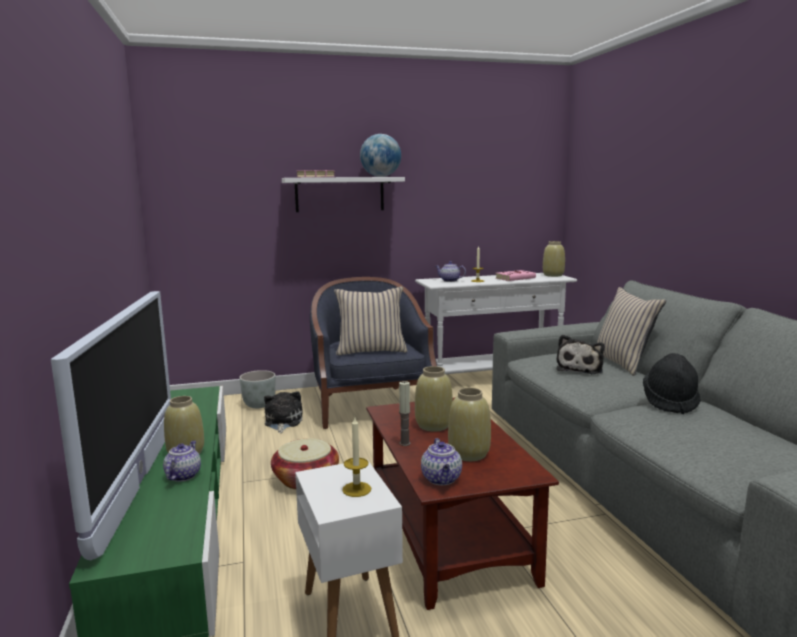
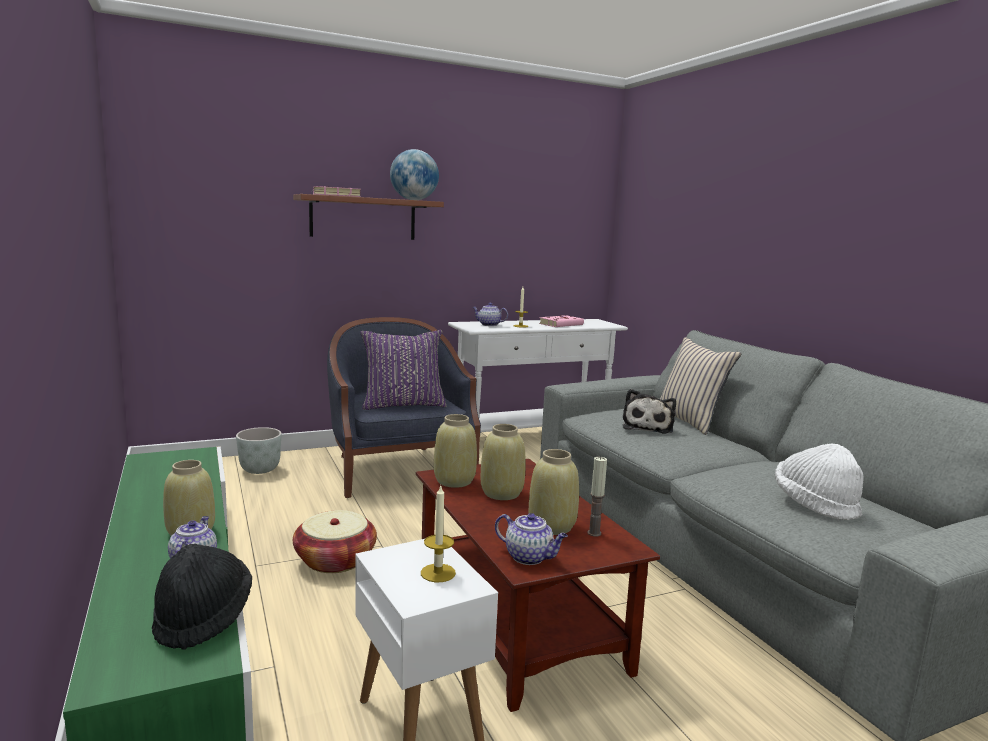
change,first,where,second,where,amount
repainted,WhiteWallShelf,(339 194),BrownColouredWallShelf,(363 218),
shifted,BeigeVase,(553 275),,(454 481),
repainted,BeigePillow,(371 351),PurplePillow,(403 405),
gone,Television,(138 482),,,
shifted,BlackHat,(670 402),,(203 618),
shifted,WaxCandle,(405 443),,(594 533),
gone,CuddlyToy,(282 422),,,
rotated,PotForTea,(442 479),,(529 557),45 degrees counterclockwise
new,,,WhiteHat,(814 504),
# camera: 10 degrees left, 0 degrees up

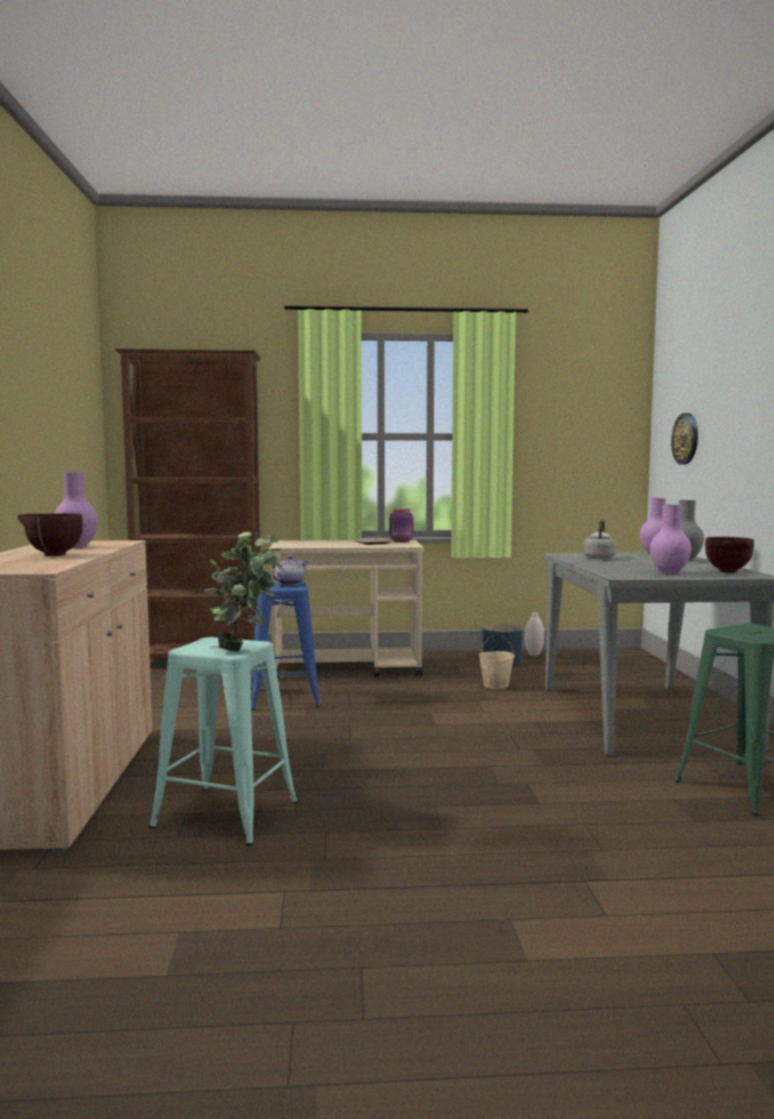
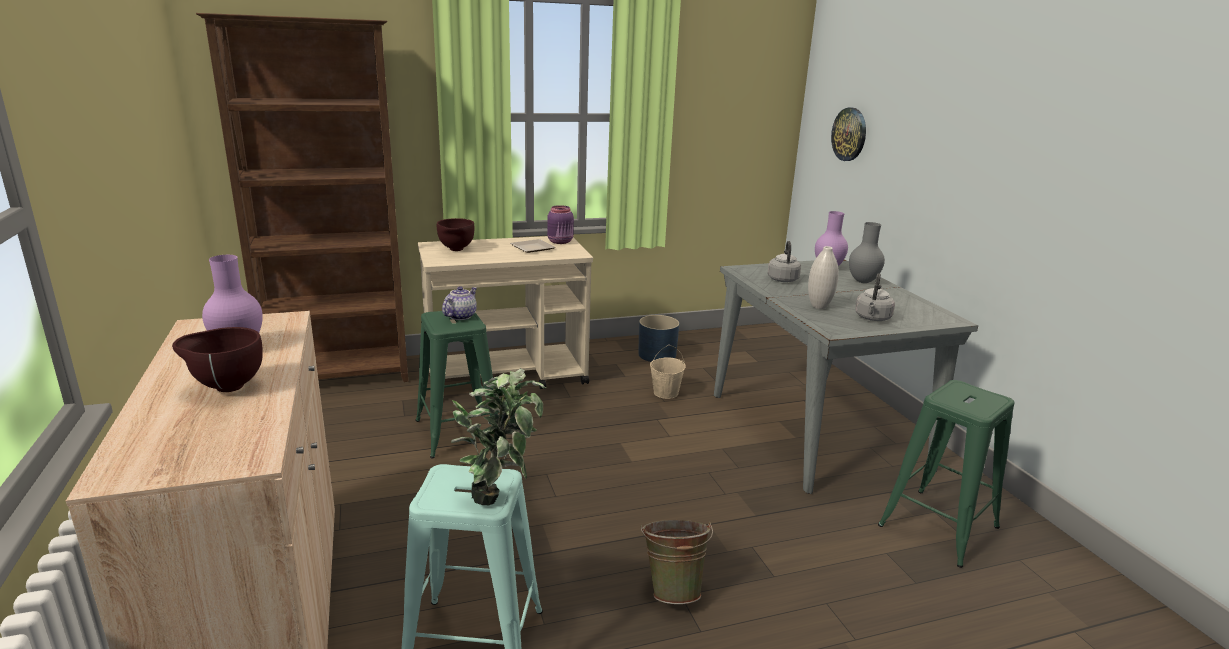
change,first,where,second,where,amount
swapped,PurpleVase,(669 573),GreyWaterKettle,(872 318),
shifted,BrownColouredBowl,(728 572),,(456 250),
repainted,BlueColouredSittingStool,(284 697),GreenSittingStool,(458 432),
shifted,WhiteVase,(534 655),,(819 306),
new,,,GreenBucket,(673 589),
# camera: 15 degrees left, 15 degrees up

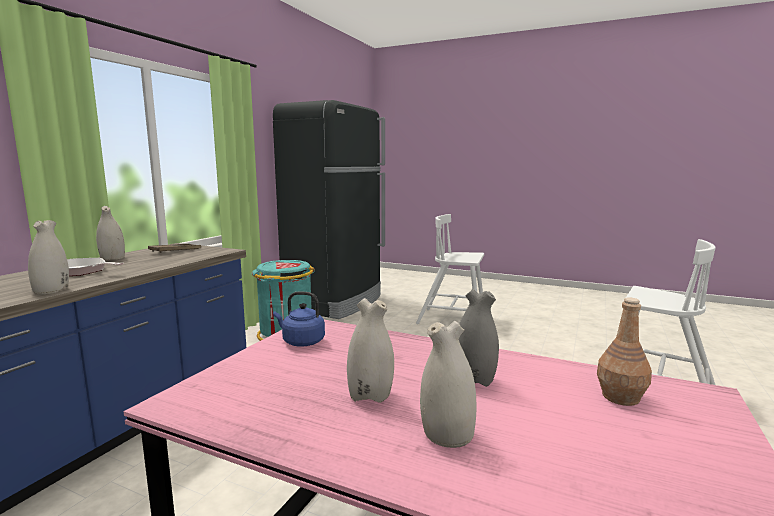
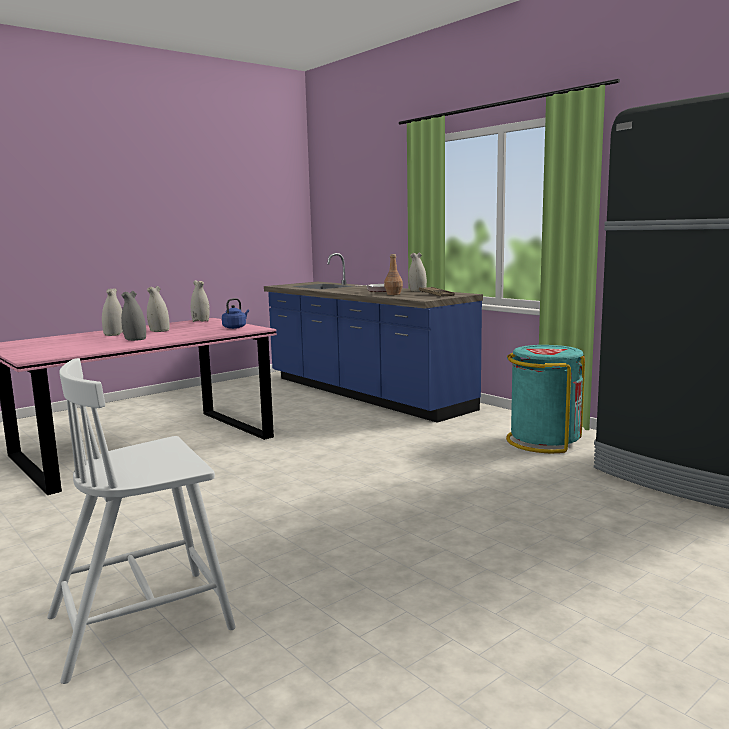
change,first,where,second,where,amount
gone,WhiteChair,(453 319),,,
shifted,WhiteVase,(52 290),,(201 321),
shifted,BrownColouredBottle,(621 397),,(393 294),
# camera: 115 degrees right, 0 degrees up

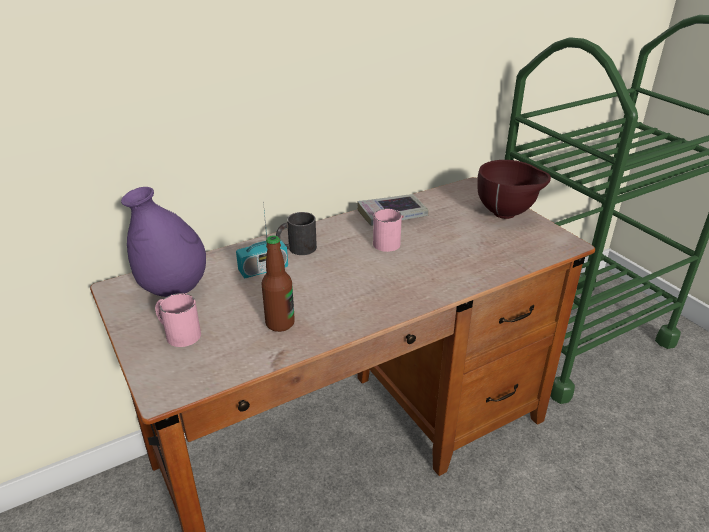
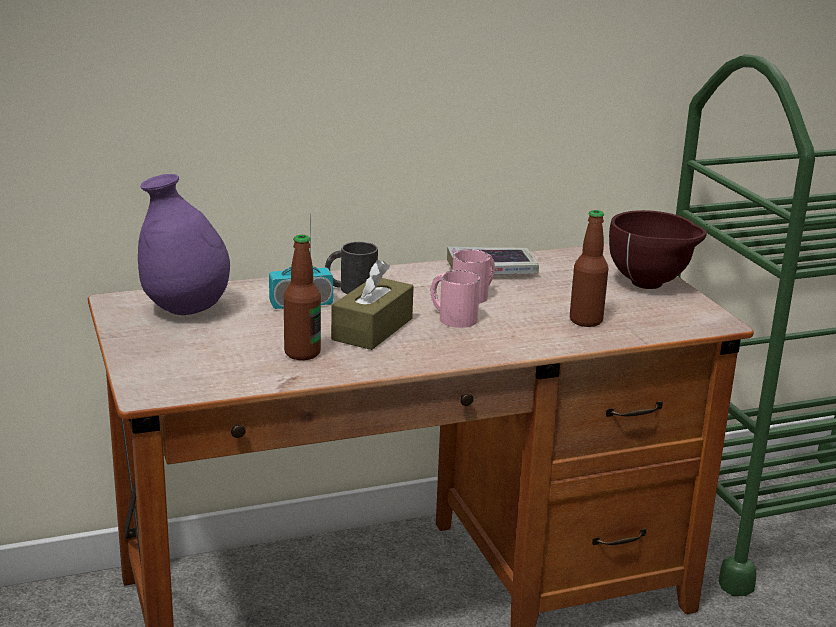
change,first,where,second,where,amount
shifted,PinkColouredCoffeeMug,(178 333),,(451 317),
new,,,Bottle,(586 321),
new,,,BrownColouredTissueHolder,(372 329),
# camera: 10 degrees right, 10 degrees down

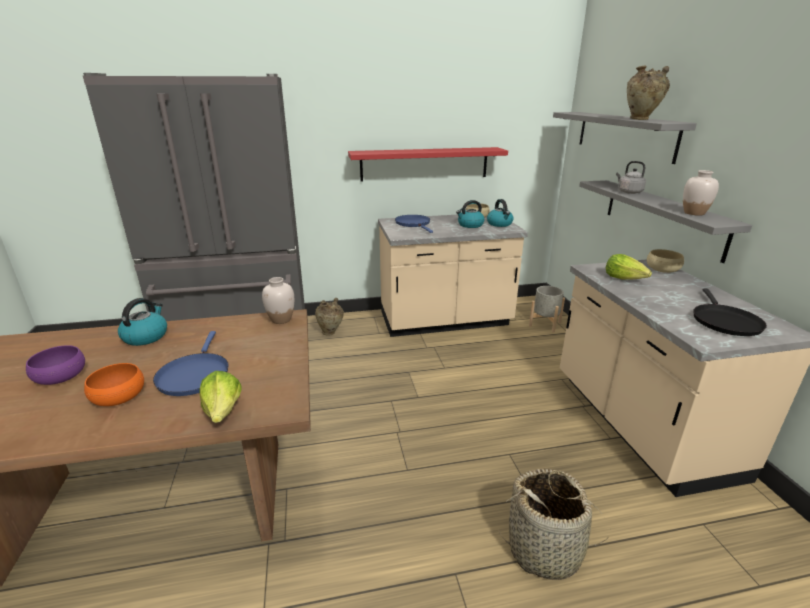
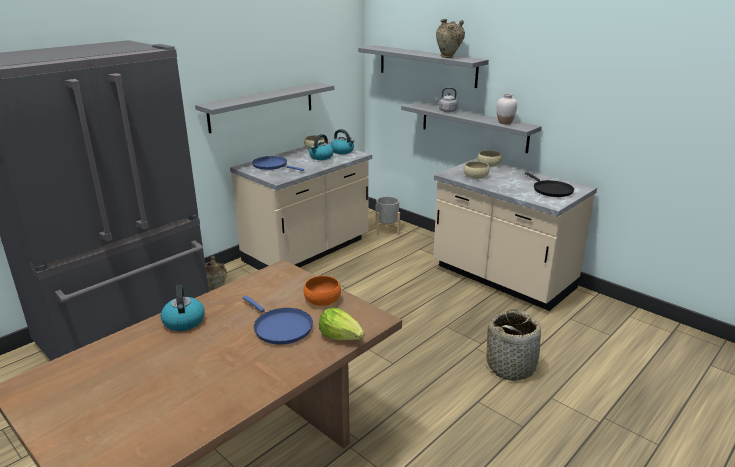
change,first,where,second,where,amount
repainted,ReddishWallShelf,(424 164),GreyWallShelf,(262 106),
swapped,LettuceHead,(624 278),BeigeBowl,(475 176),
gone,WhiteVase,(281 320),,,
gone,PurpleBowl,(60 376),,,
shifted,OrangeBowl,(119 396),,(322 300),
# camera: 35 degrees left, 0 degrees up

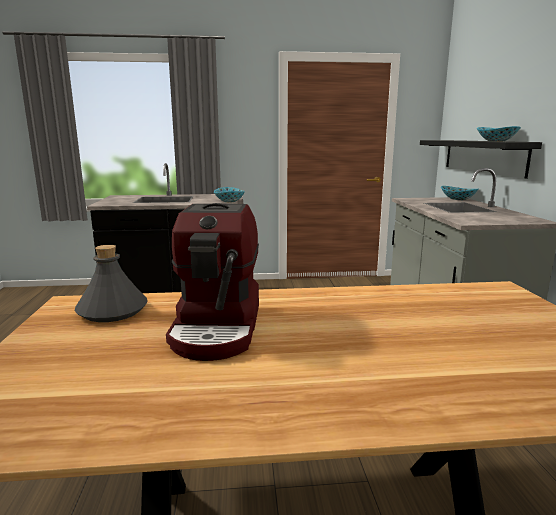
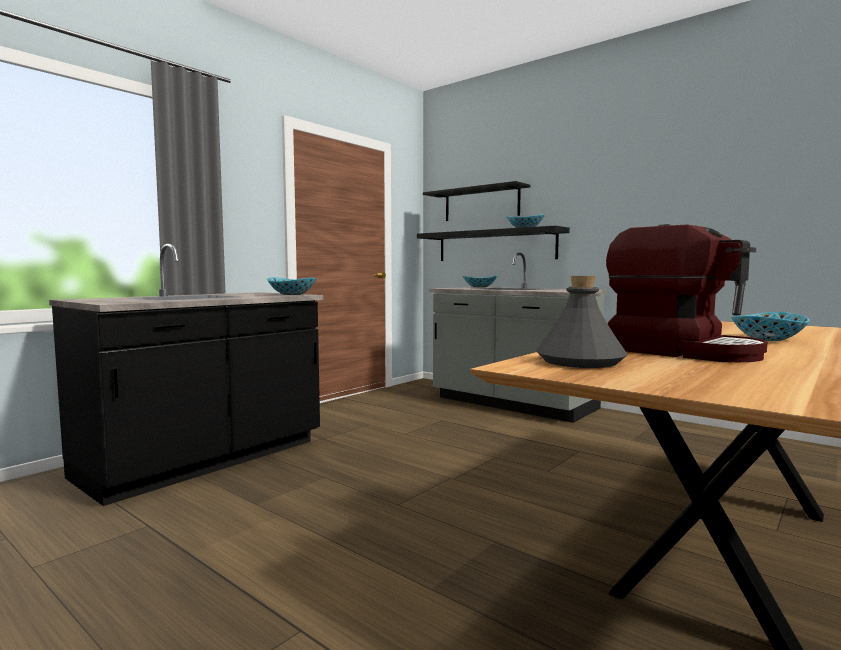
change,first,where,second,where,amount
new,,,BlackWallShelf,(481 204),
new,,,Bowl,(769 339),
# camera: 45 degrees left, 10 degrees down

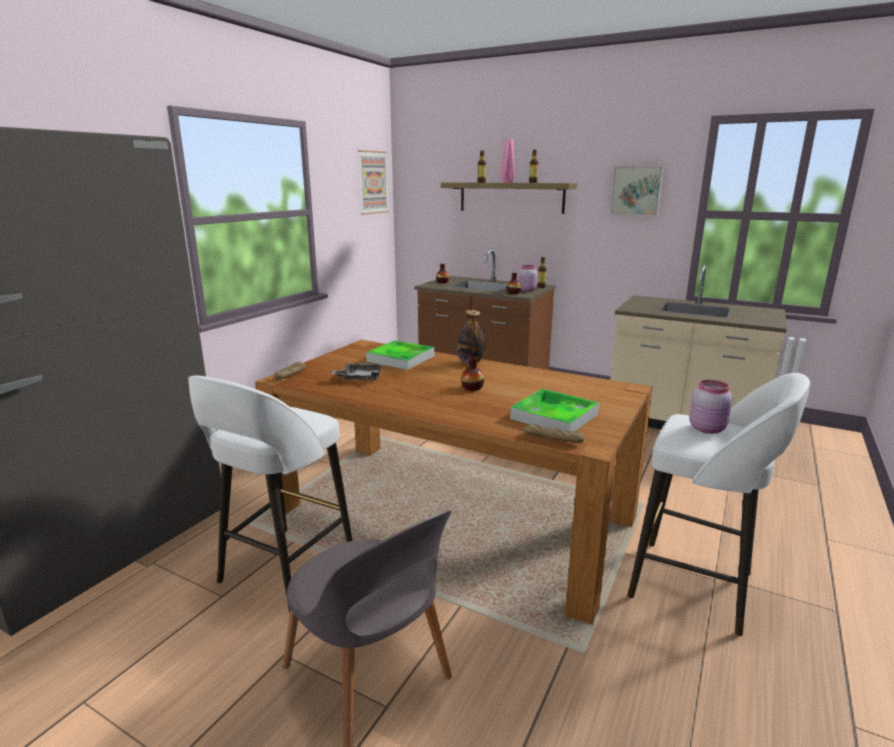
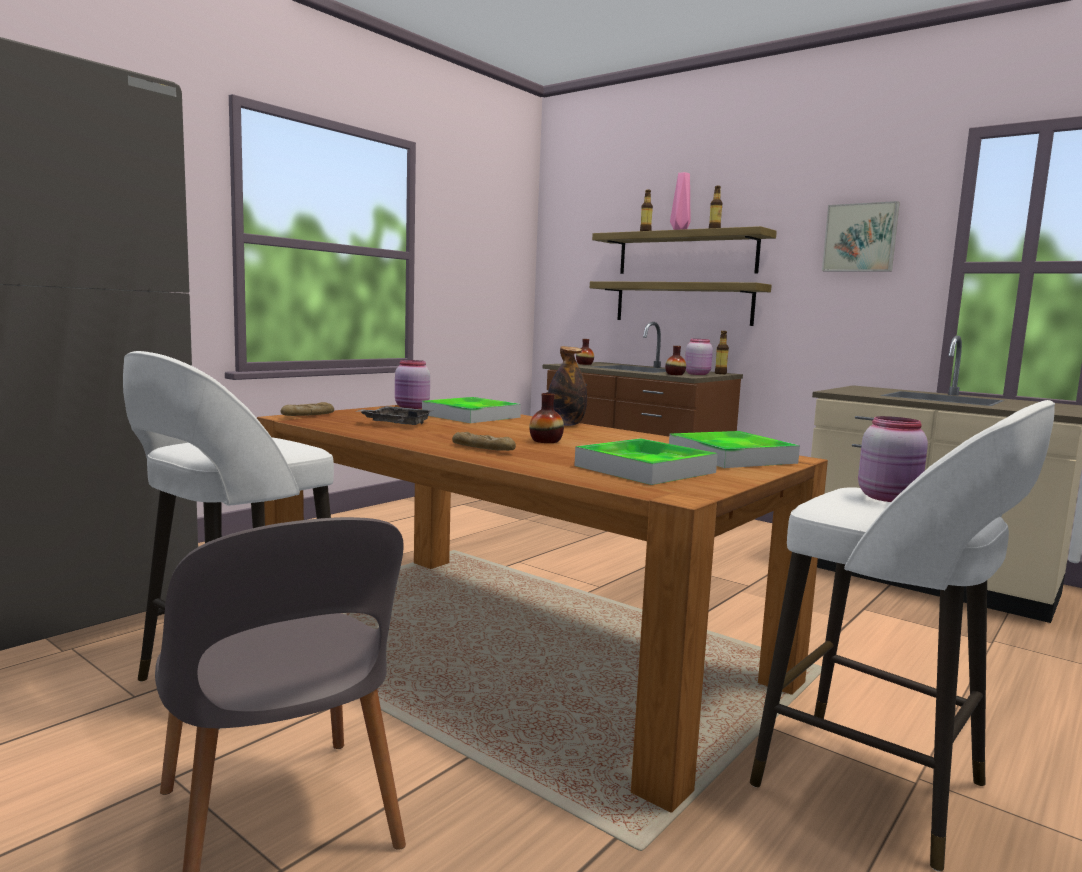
change,first,where,second,where,amount
gone,WallArt,(372 182),,,
shifted,BakeryBread,(553 439),,(483 449),
new,,,WallShelf,(682 303),
new,,,PinkColouredStorageJar,(412 407),
new,,,CarryingTray,(731 457),
# camera: 10 degrees right, 10 degrees down

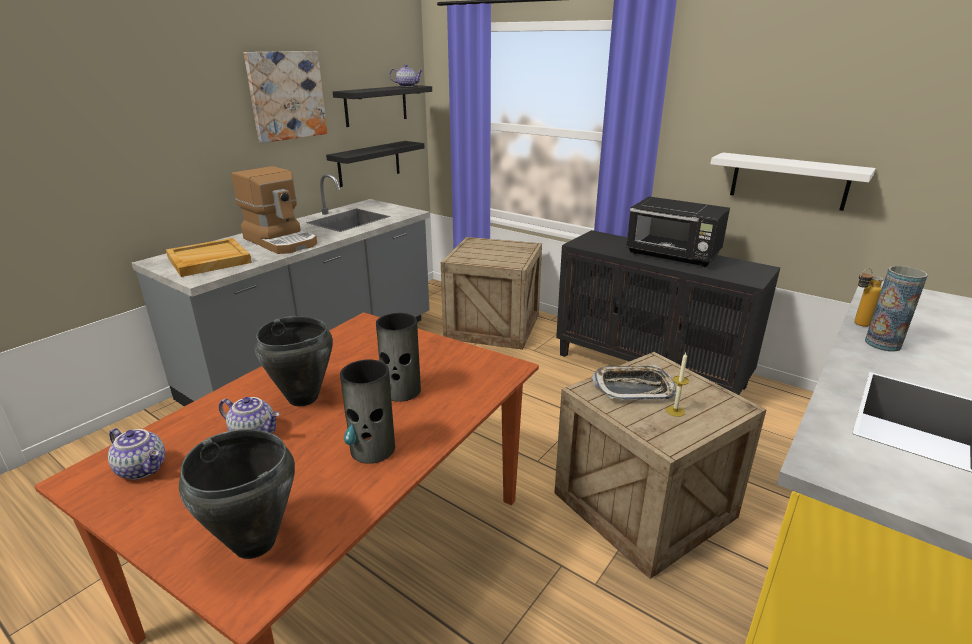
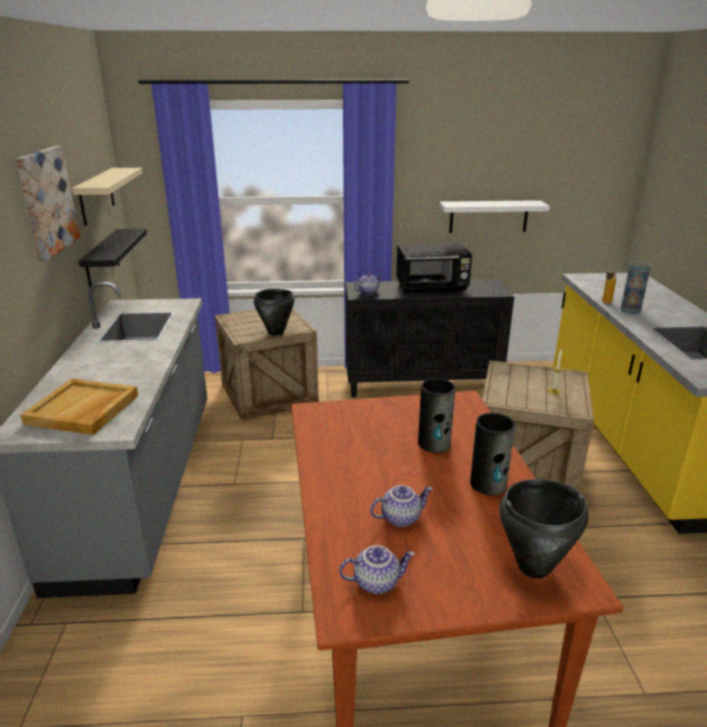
change,first,where,second,where,amount
shifted,PotForTea,(407 86),,(368 292),
repainted,BlackWallShelf,(376 105),BeigeWallShelf,(96 196),
gone,CoffeeMaker,(281 241),,,
shifted,BlackStockpot,(303 399),,(276 332),
gone,CarryingTray,(633 388),,,
# camera: 40 degrees left, 0 degrees up

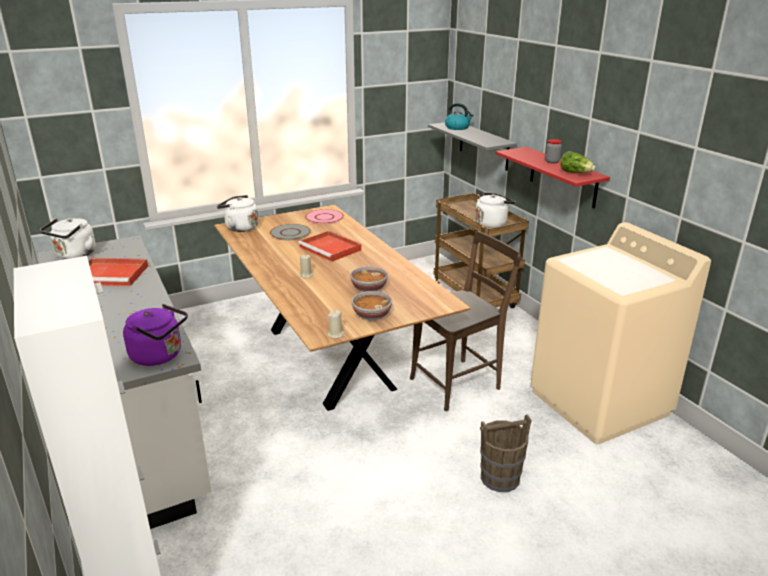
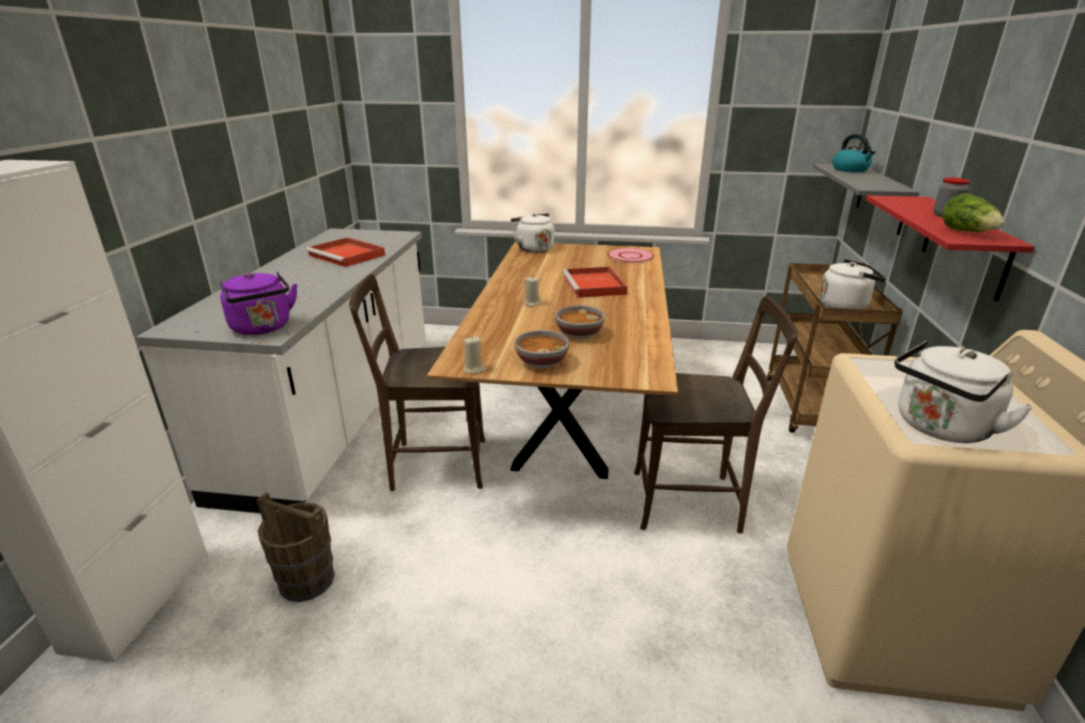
change,first,where,second,where,amount
shifted,WhiteWaterKettle,(74 255),,(939 428),
gone,GreyPlate,(290 233),,,
shifted,BrownColouredBucket,(500 478),,(307 581),
new,,,BrownColouredChair,(433 464),
# camera: 35 degrees right, 0 degrees up

